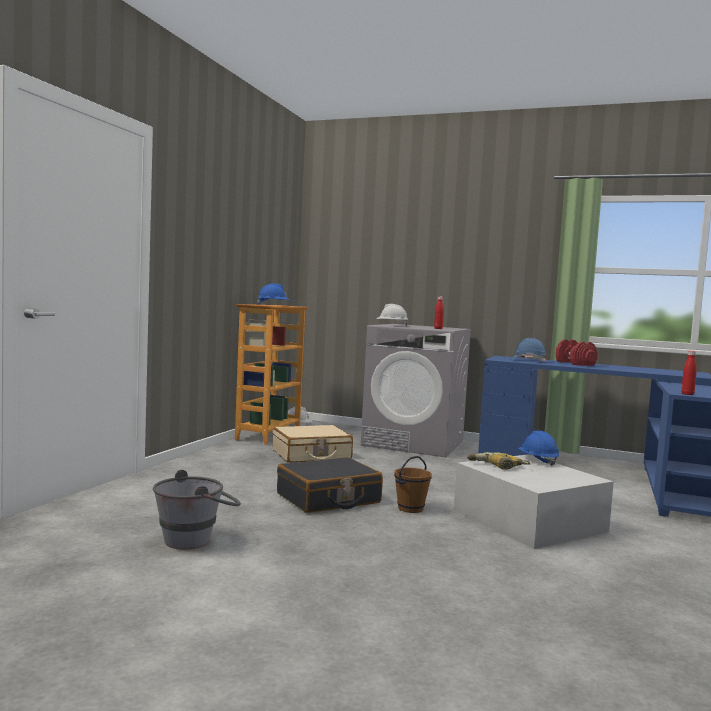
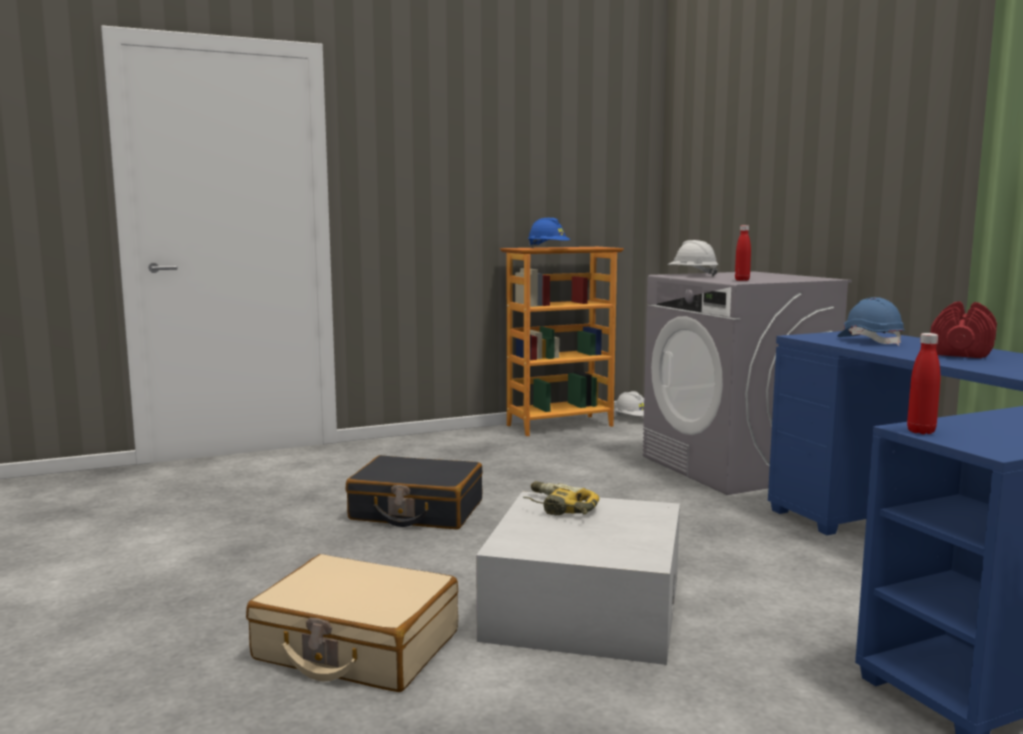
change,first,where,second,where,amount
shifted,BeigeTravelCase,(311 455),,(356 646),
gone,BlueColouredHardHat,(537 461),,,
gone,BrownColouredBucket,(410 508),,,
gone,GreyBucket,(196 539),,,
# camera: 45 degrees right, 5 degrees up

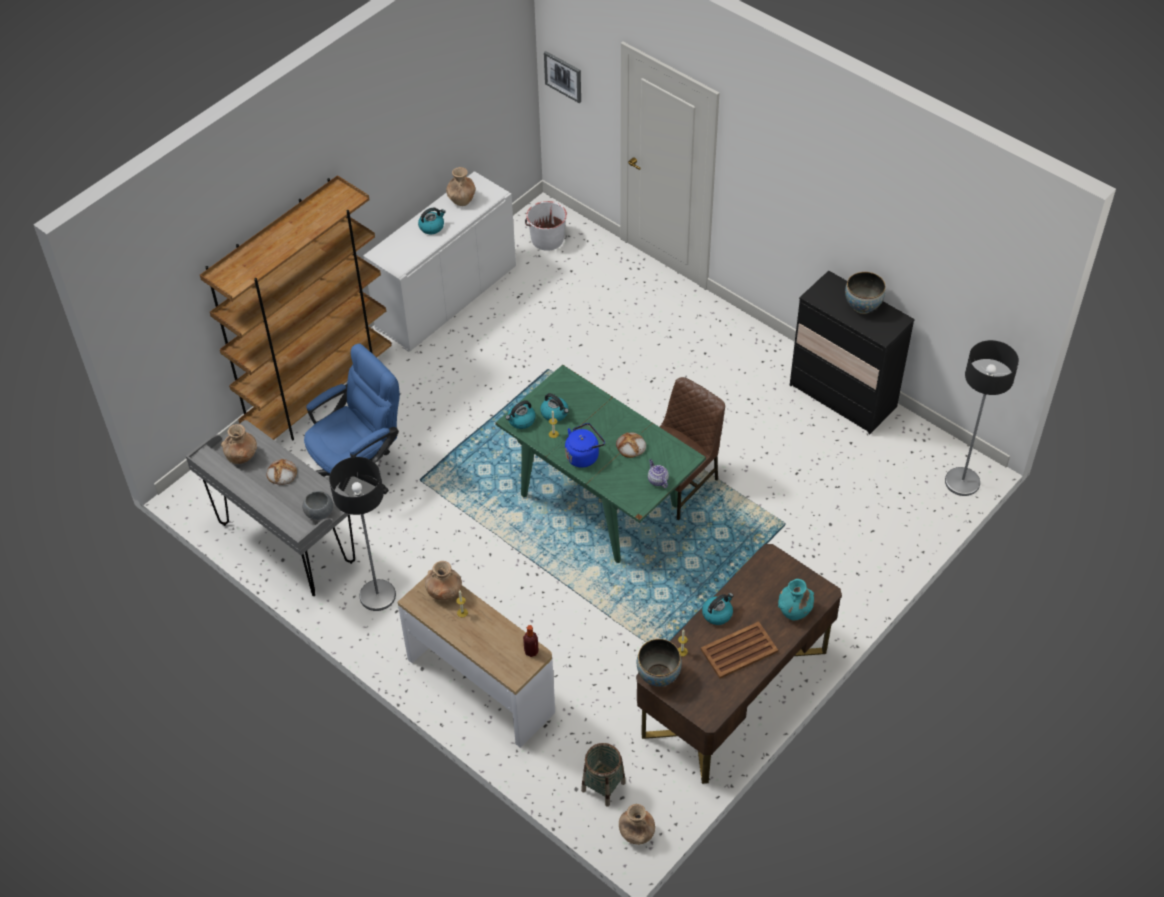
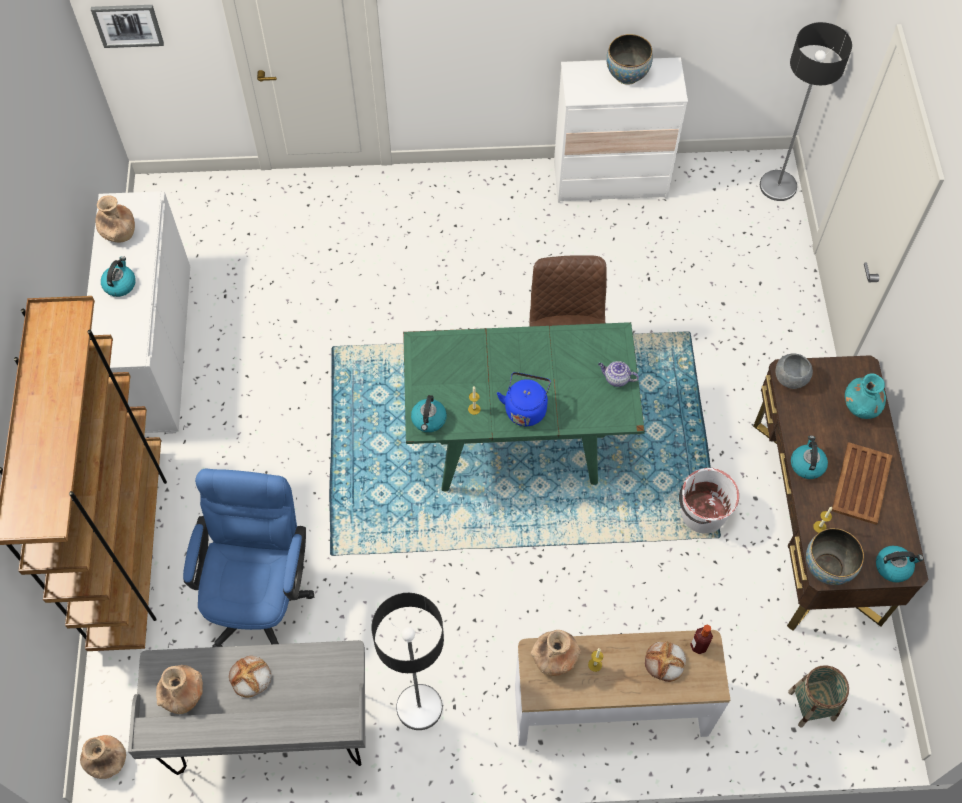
change,first,where,second,where,amount
shifted,WhiteBucket,(547 239),,(702 513),
repainted,BlackDrawerChest,(842 396),WhiteDrawerChest,(610 180),
shifted,WaterKettle,(555 413),,(893 566),
shifted,BakeryBread,(631 447),,(665 662),
shifted,GreyBowl,(319 512),,(791 378),
shifted,BrownColouredVase,(636 833),,(107 761),
# camera: 45 degrees left, 10 degrees up

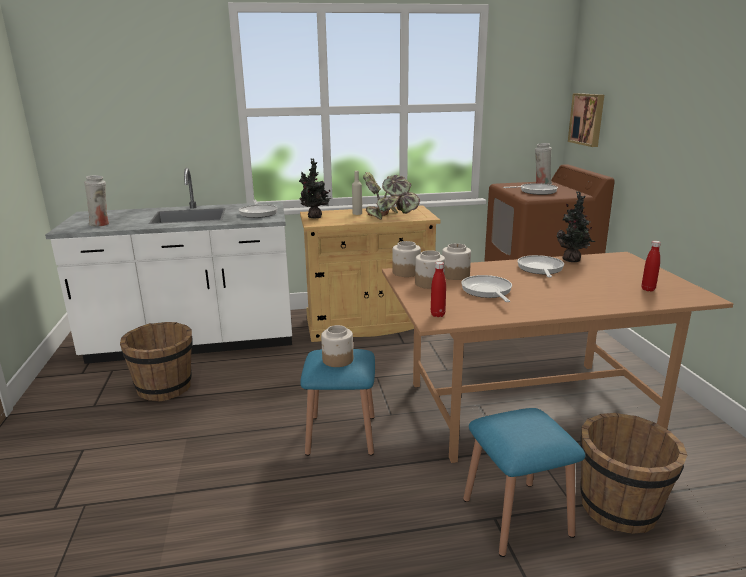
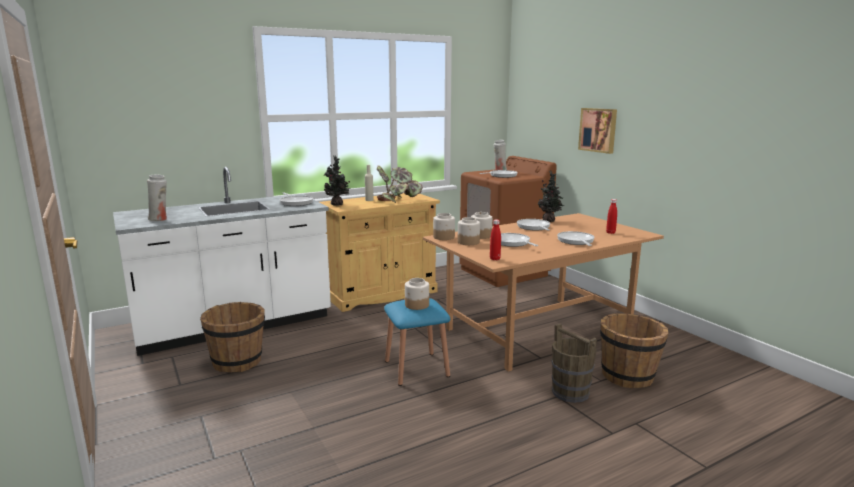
change,first,where,second,where,amount
shifted,WallArt,(587 119),,(598 130),
swapped,BlueColouredSittingStool,(516 516),BrownColouredBucket,(570 393),
new,,,FryingPan,(576 241),
# camera: 20 degrees left, 5 degrees down

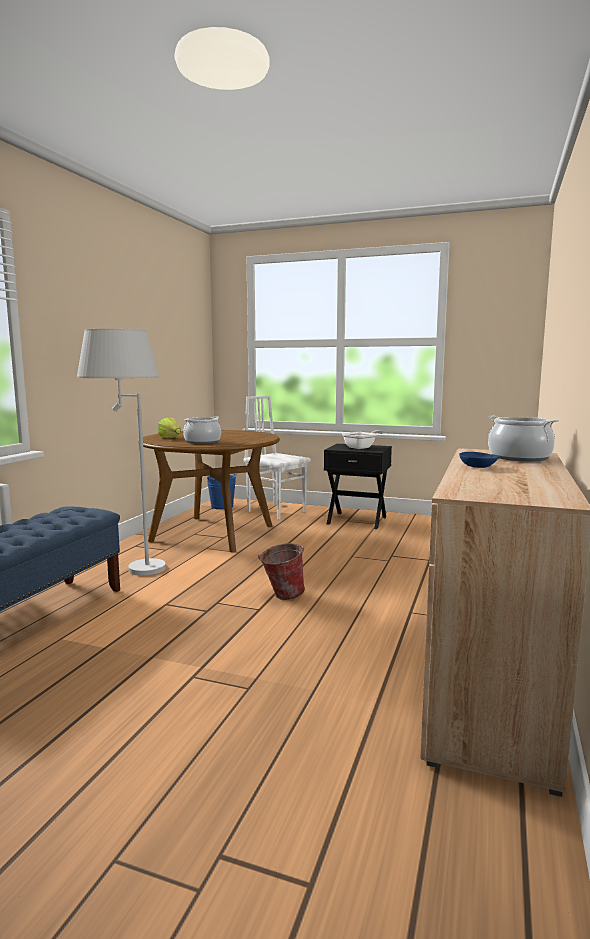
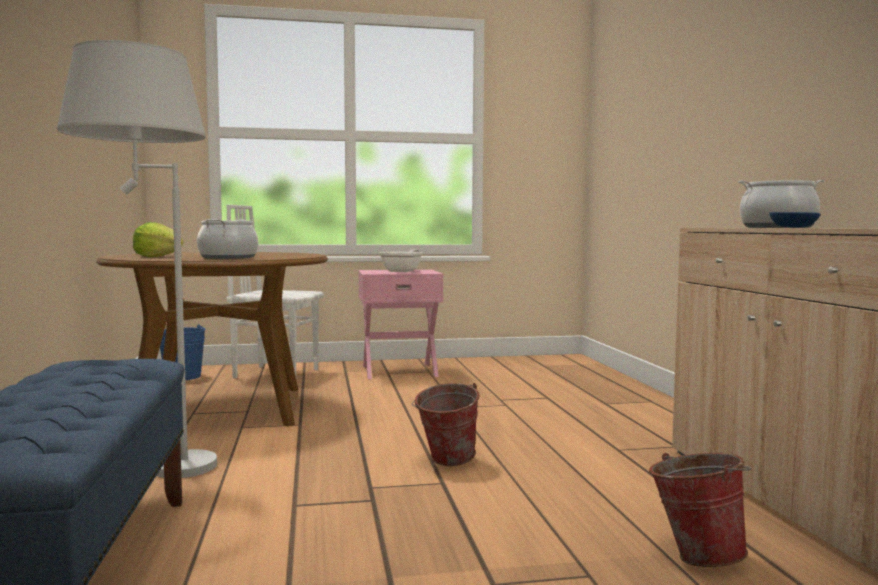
change,first,where,second,where,amount
repainted,BlackNightstand,(357 520),PinkColouredNightstand,(399 371),
new,,,Bucket,(696 555),
# camera: 30 degrees left, 5 degrees down

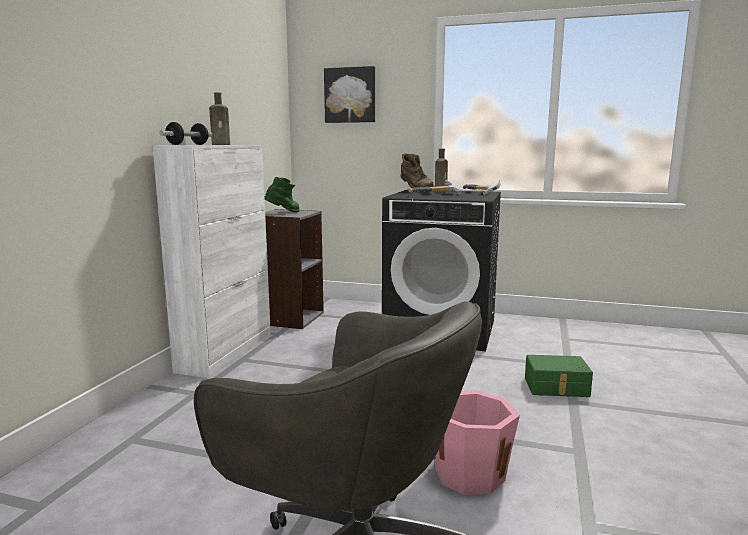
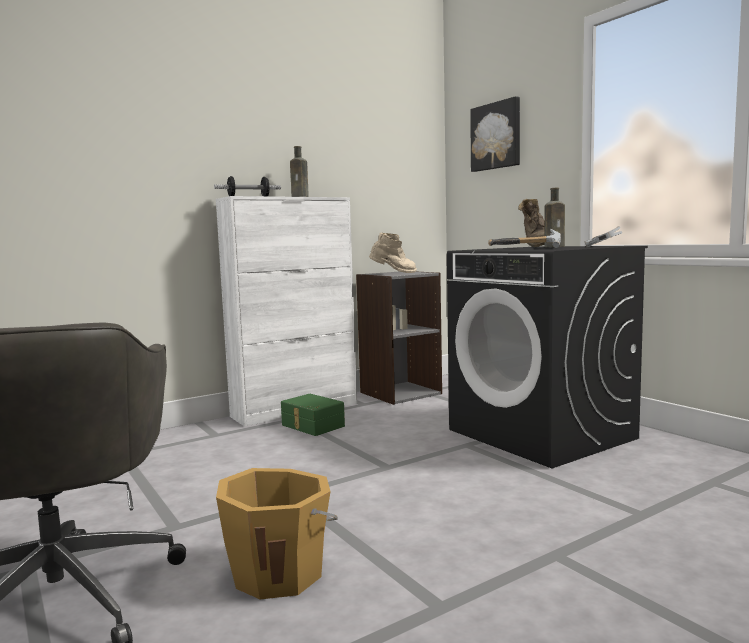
change,first,where,second,where,amount
repainted,GreenHighTopBoot,(283 213),BeigeHighTopBoot,(393 273),
shifted,GreenStorageBox,(556 387),,(312 426),
repainted,PinkColouredBucket,(468 473),OrangeBucket,(279 572),
# camera: 40 degrees right, 5 degrees down

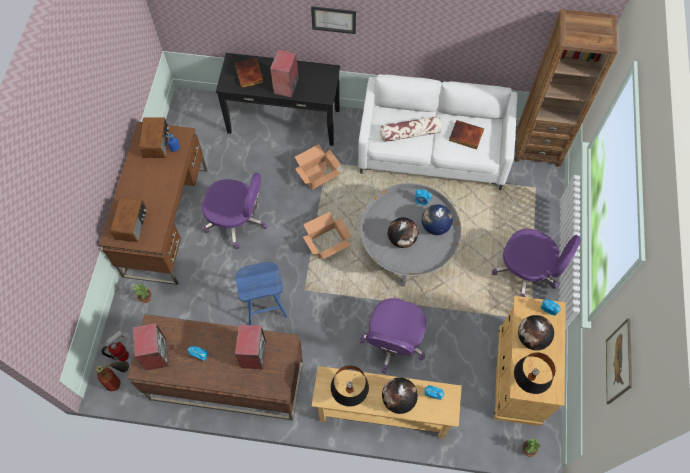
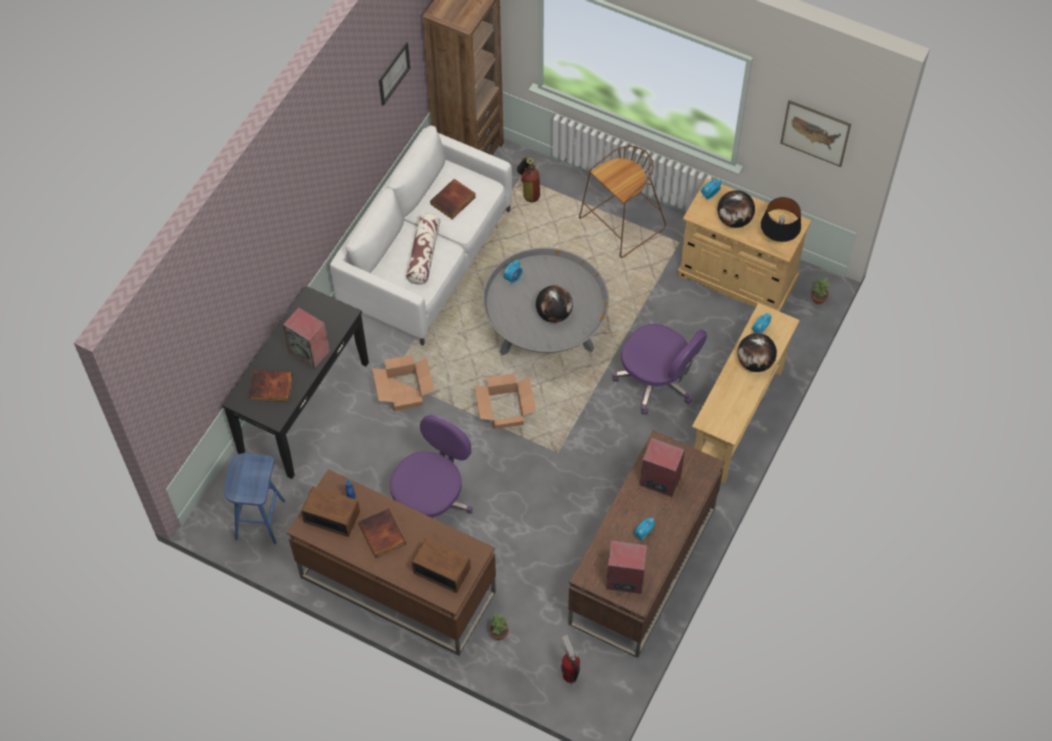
change,first,where,second,where,amount
shifted,WallArt,(333 19),,(393 73),
gone,DeskGlobe,(435 226),,,
swapped,PurpleOfficeChair,(526 271),BrownColouredSittingStool,(621 225),
shifted,BlueColouredSittingStool,(266 306),,(259 519),
shifted,FireFightingCylinder,(118 380),,(528 191),
gone,BlackTableLamp,(349 393),,,
new,,,Book,(381 534),
# camera: 70 degrees left, 5 degrees down

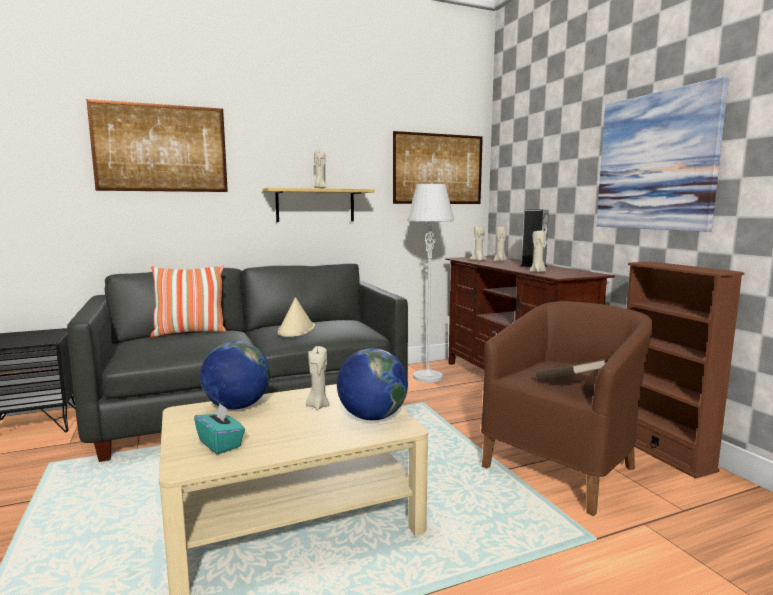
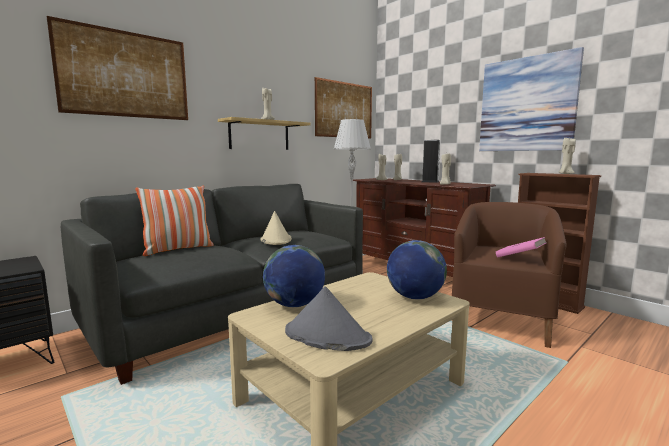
change,first,where,second,where,amount
shifted,BeigeWaxCandle,(318 406),,(565 174),
repainted,BrownColouredBook,(569 384),PinkColouredBook,(519 257),
swapped,TurquoiseColouredTissueHolder,(220 444),GreyHat,(326 336),
# camera: 20 degrees left, 0 degrees up

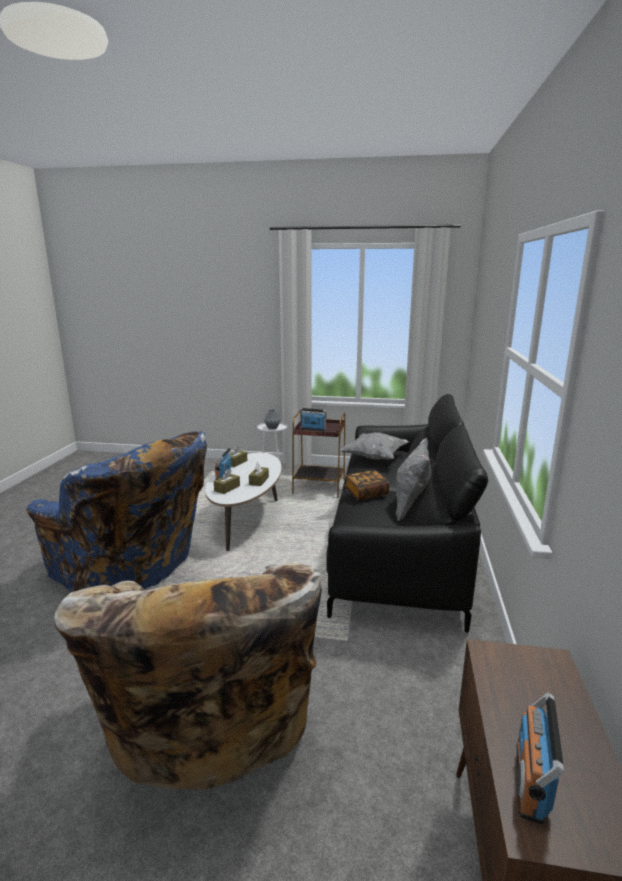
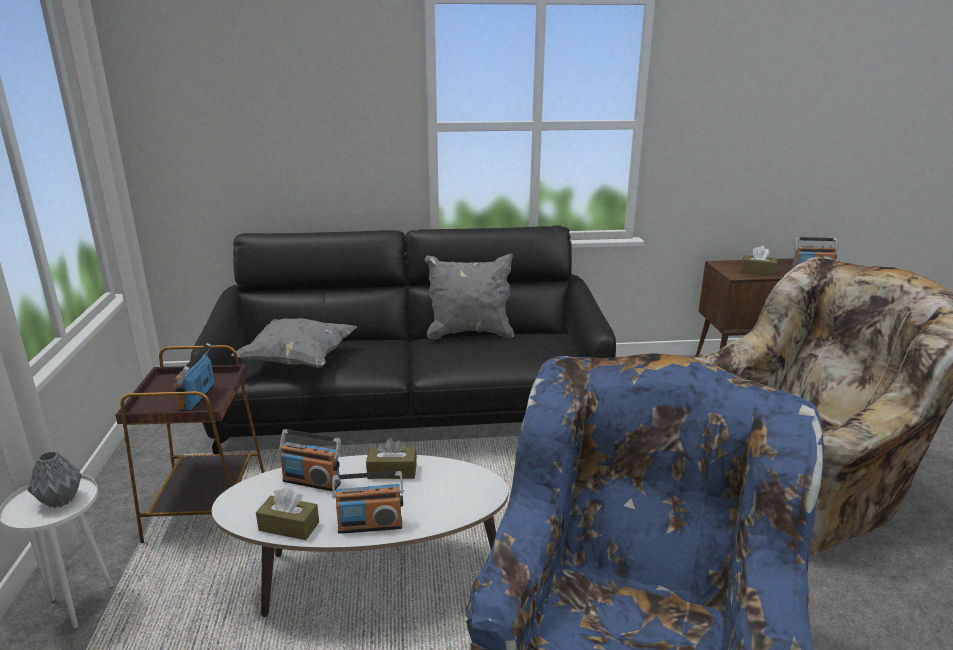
change,first,where,second,where,amount
shifted,BrownColouredTissueHolder,(227 488),,(758 271),
gone,Book,(366 493),,,
new,,,Radio,(312 481),
# camera: 105 degrees left, 5 degrees up

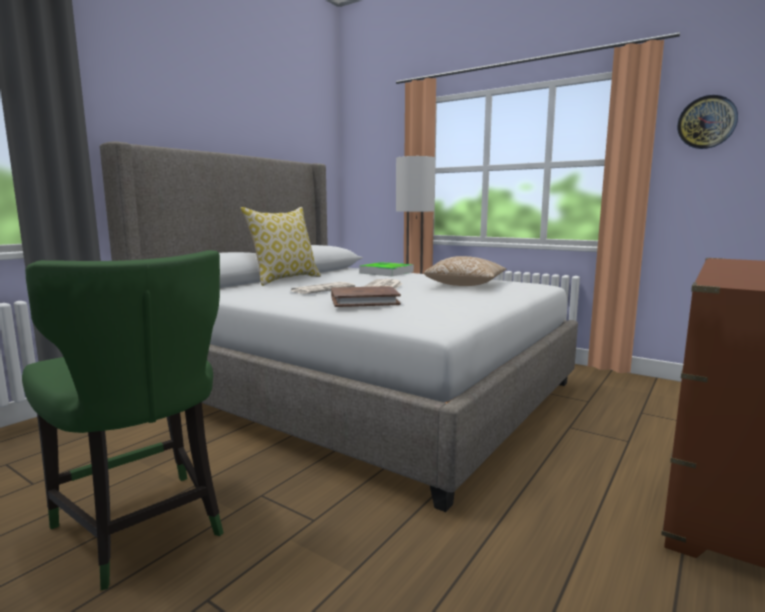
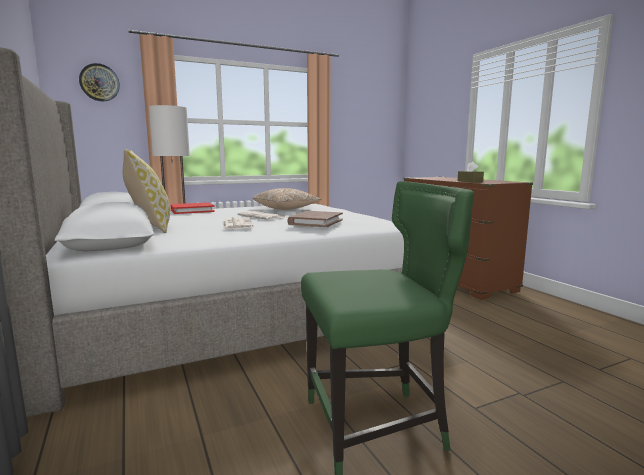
change,first,where,second,where,amount
shifted,HangingClock,(706 122),,(99 82),
swapped,CarryingTray,(386 272),ReddishBook,(192 211),
new,,,BrownColouredTissueHolder,(470 181),
# camera: 60 degrees left, 0 degrees up

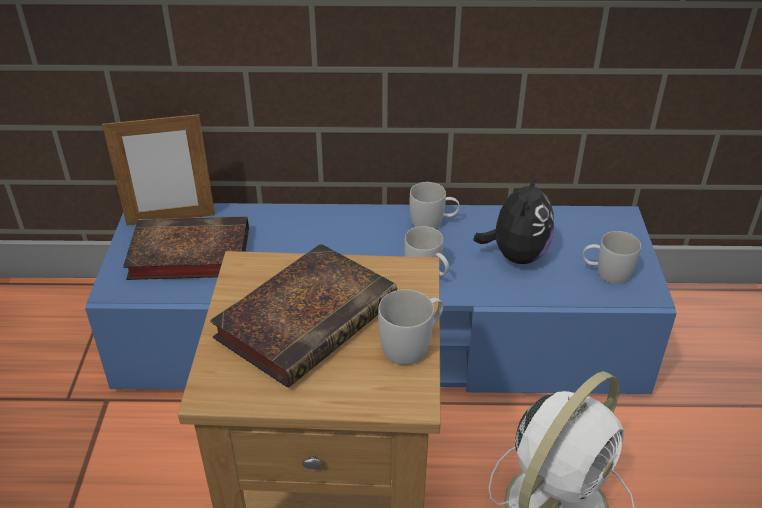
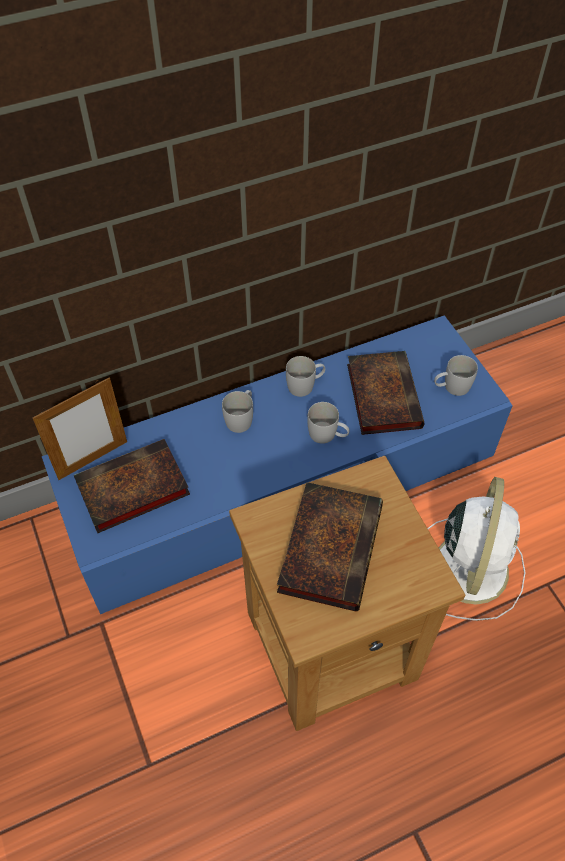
change,first,where,second,where,amount
swapped,CuddlyToy,(516 255),Book,(382 394),
shifted,WhiteCoffeeMug,(413 344),,(241 418),
# camera: 25 degrees left, 15 degrees up

